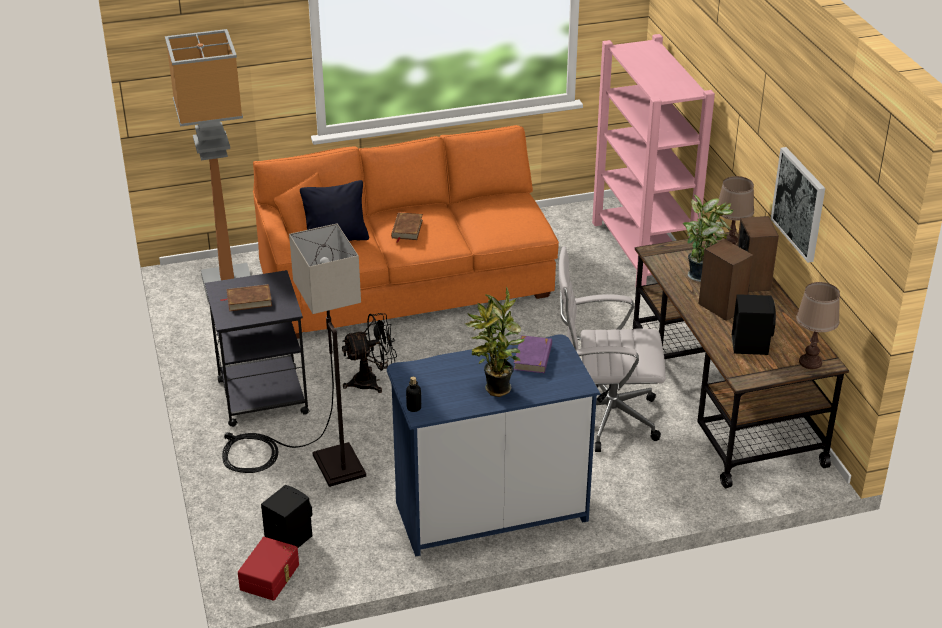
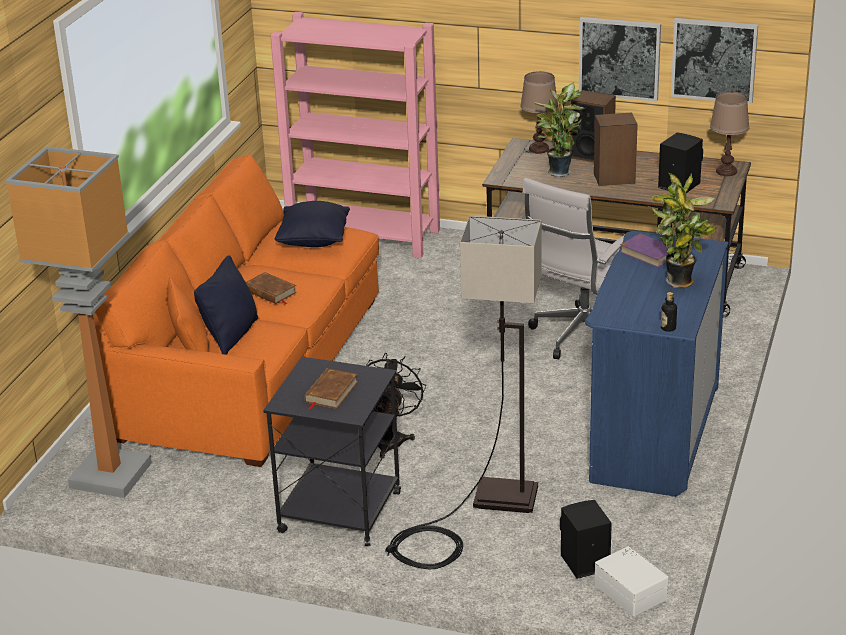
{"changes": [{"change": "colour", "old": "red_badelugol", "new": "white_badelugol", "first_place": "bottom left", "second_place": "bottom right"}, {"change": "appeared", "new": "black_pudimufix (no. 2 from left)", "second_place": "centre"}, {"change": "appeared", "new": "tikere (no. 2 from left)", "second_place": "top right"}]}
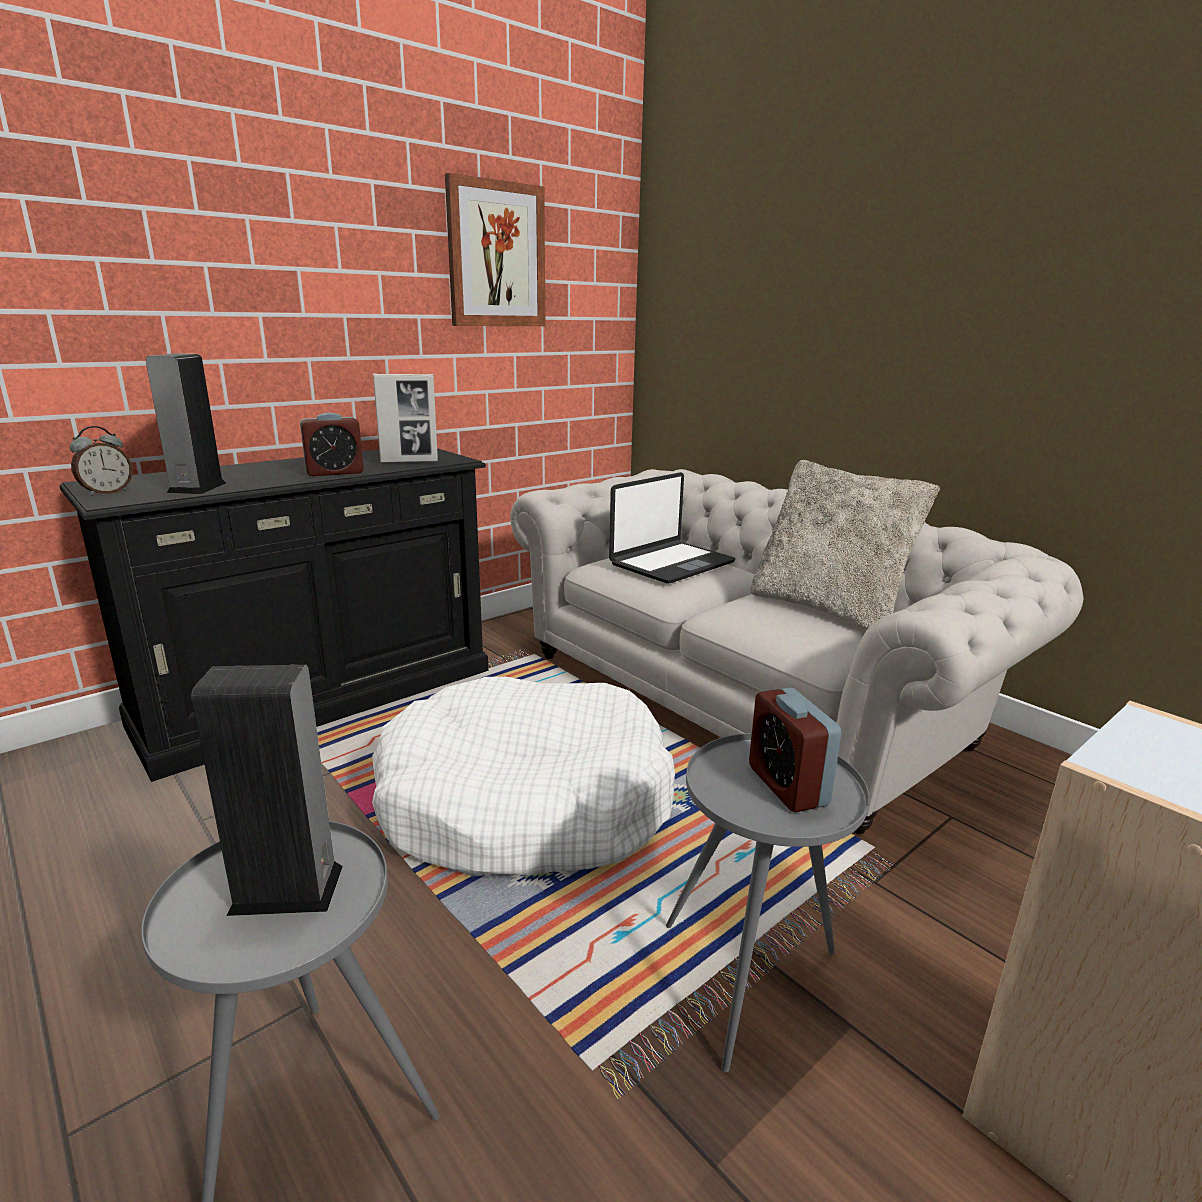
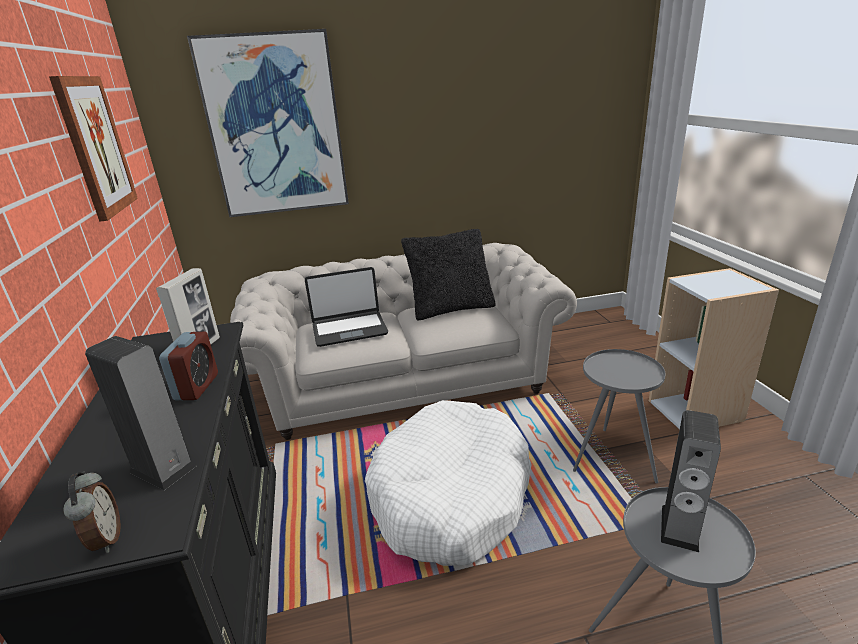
{"changes": [{"change": "spun", "old": "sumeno", "first_place": "centre", "second_place": "centre", "degrees": 90}, {"change": "missing", "old": "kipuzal (no. 3 from left)", "first_place": "centre"}, {"change": "colour", "old": "beige_pudimufix", "new": "black_pudimufix", "first_place": "middle right", "second_place": "centre"}, {"change": "appeared", "new": "tikere (no. 2 from left)", "second_place": "top left"}]}
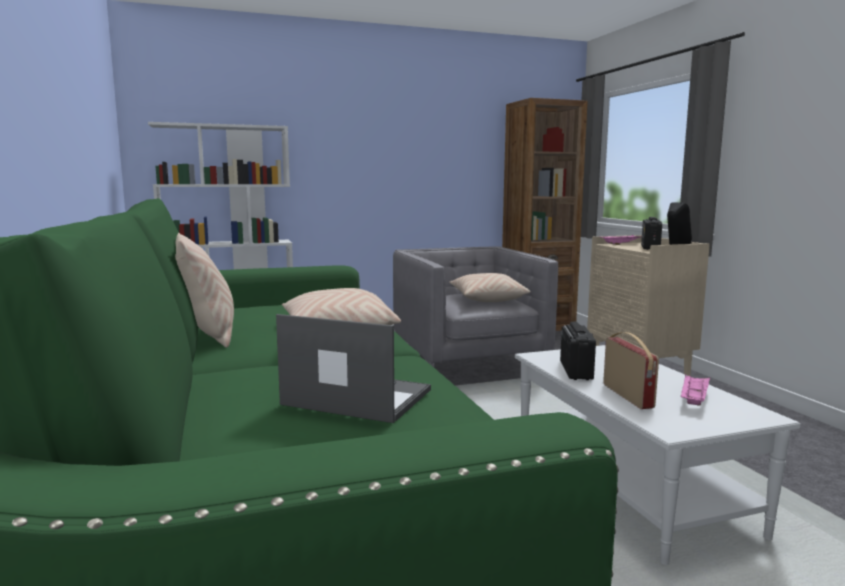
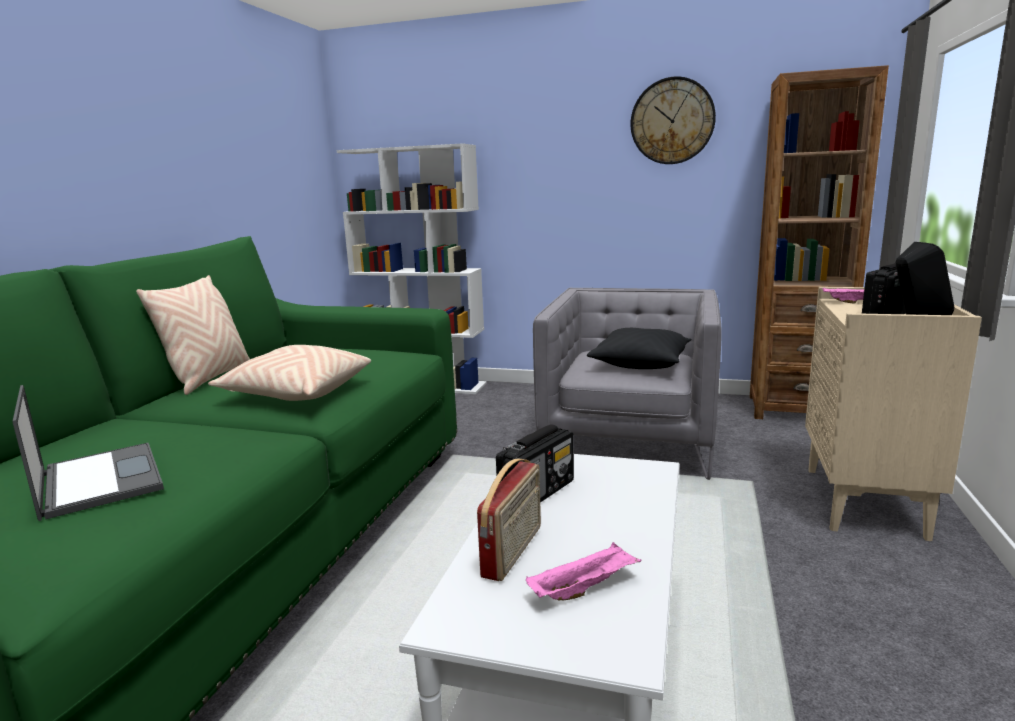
{"changes": [{"change": "colour", "old": "beige_pudimufix (no. 3 from left)", "new": "black_pudimufix", "first_place": "centre", "second_place": "centre"}, {"change": "appeared", "new": "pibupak", "second_place": "top centre"}]}
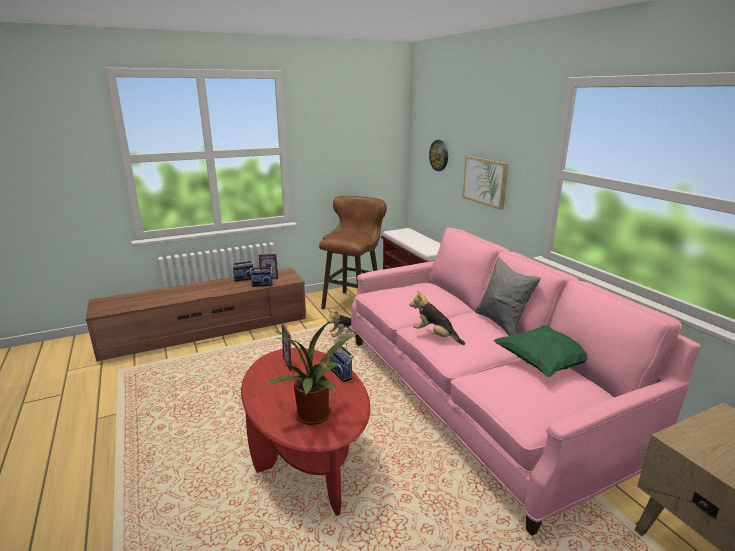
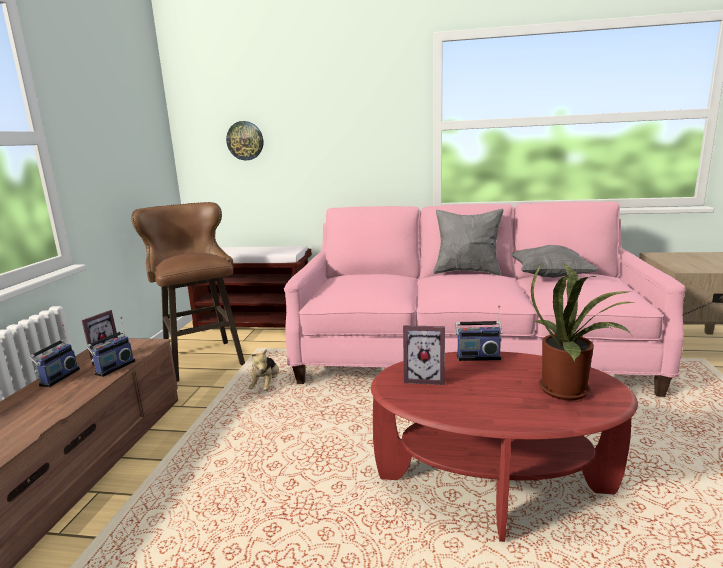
{"changes": [{"change": "missing", "old": "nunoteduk (no. 2 from left)", "first_place": "centre"}, {"change": "missing", "old": "tikere", "first_place": "top centre"}, {"change": "colour", "old": "green_pudimufix", "new": "grey_pudimufix (no. 2 from left)", "first_place": "middle right", "second_place": "middle right"}]}
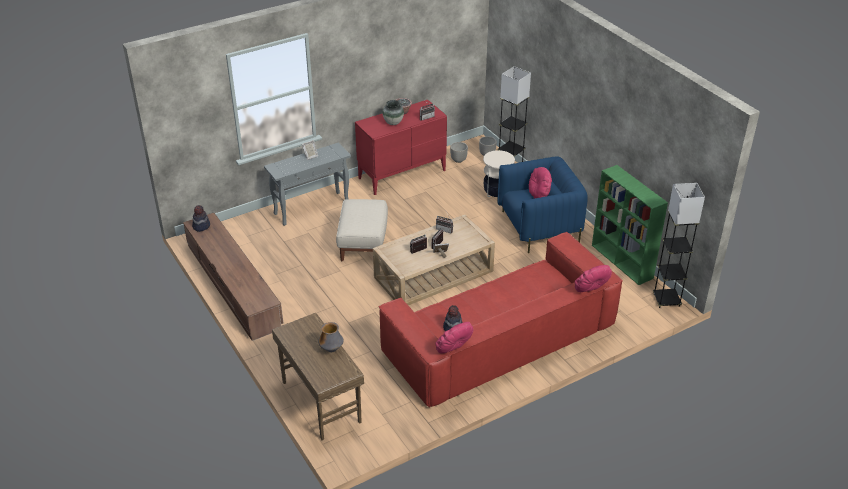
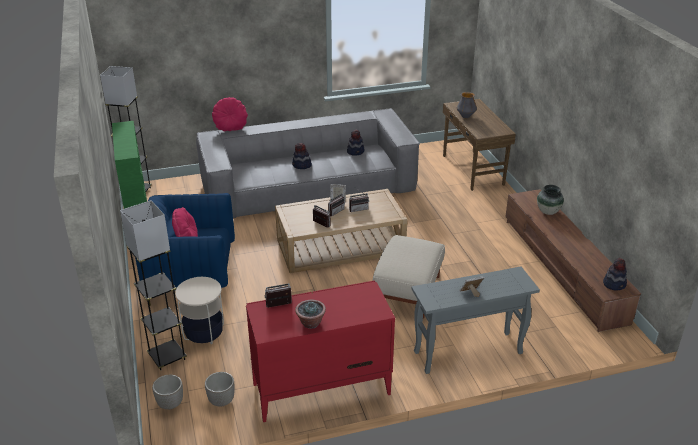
{"changes": [{"change": "colour", "old": "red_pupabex", "new": "grey_pupabex", "first_place": "centre", "second_place": "centre"}, {"change": "relocated", "old": "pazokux (no. 2 from left)", "first_place": "top centre", "second_place": "middle right"}, {"change": "missing", "old": "pink_pudimufix (no. 1 from left)", "first_place": "bottom centre"}, {"change": "appeared", "new": "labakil (no. 1 from left)", "second_place": "centre"}]}
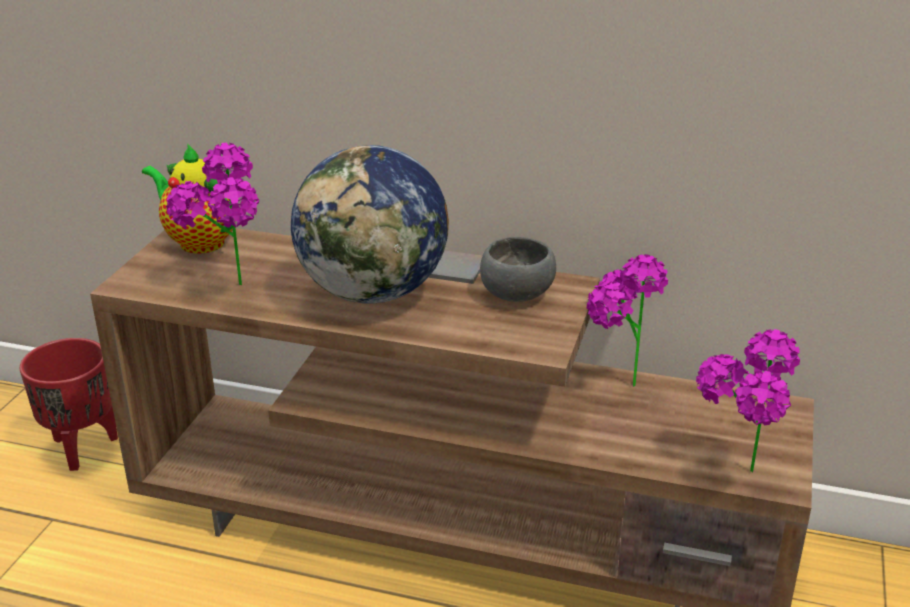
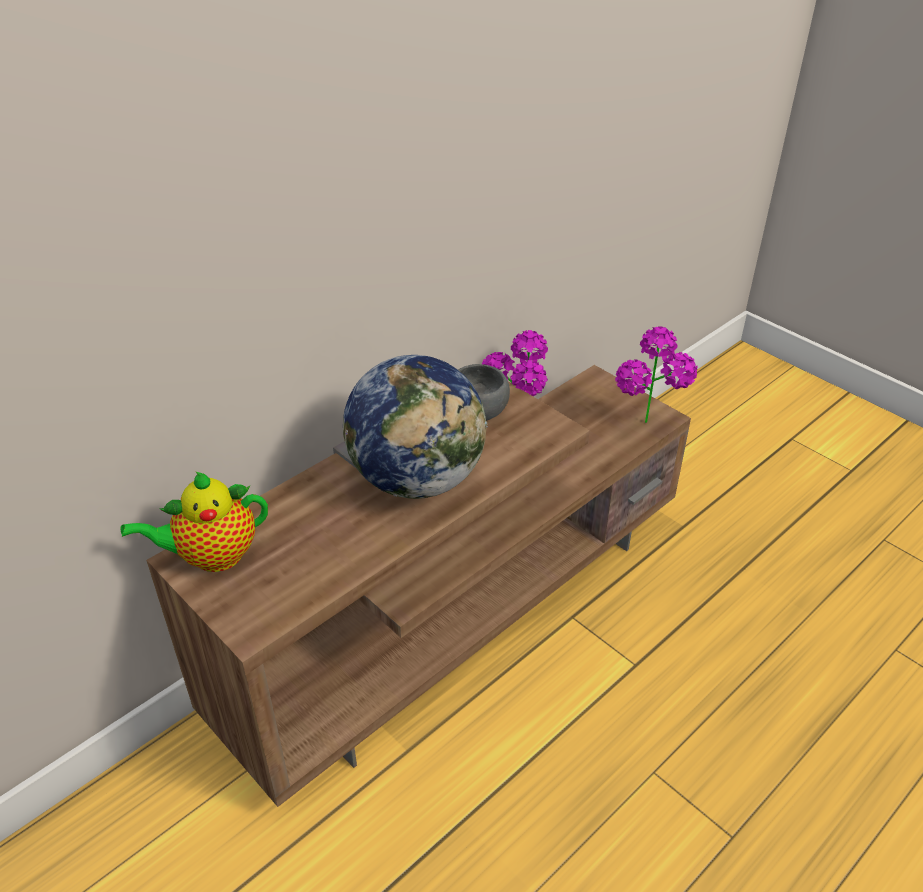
{"changes": [{"change": "missing", "old": "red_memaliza", "first_place": "middle left"}, {"change": "missing", "old": "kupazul (no. 1 from left)", "first_place": "middle left"}]}
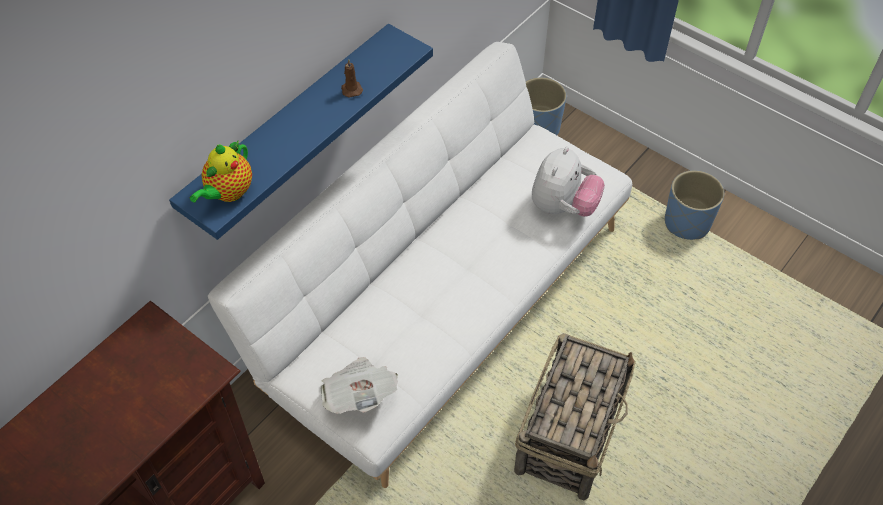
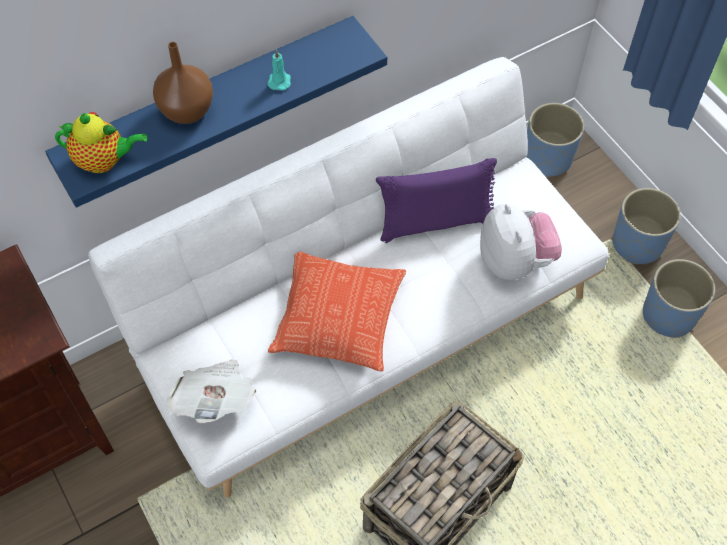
{"changes": [{"change": "spun", "old": "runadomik", "first_place": "middle left", "second_place": "top left", "degrees": -135}, {"change": "colour", "old": "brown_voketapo", "new": "turquoise_voketapo", "first_place": "top centre", "second_place": "top centre"}, {"change": "spun", "old": "nunoteduk", "first_place": "centre", "second_place": "middle right", "degrees": -60}, {"change": "appeared", "new": "brown_pazokux", "second_place": "top left"}, {"change": "appeared", "new": "orange_pudimufix", "second_place": "centre"}, {"change": "appeared", "new": "purple_pudimufix", "second_place": "centre"}, {"change": "appeared", "new": "blue_memaliza (no. 2 from left)", "second_place": "middle right"}]}
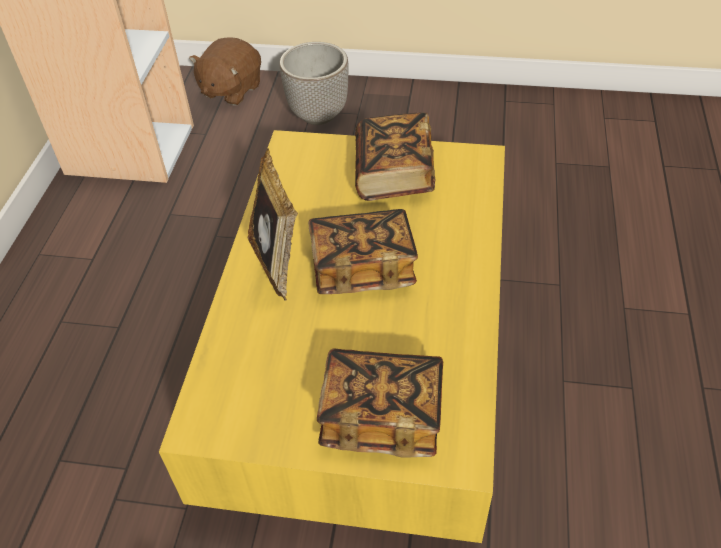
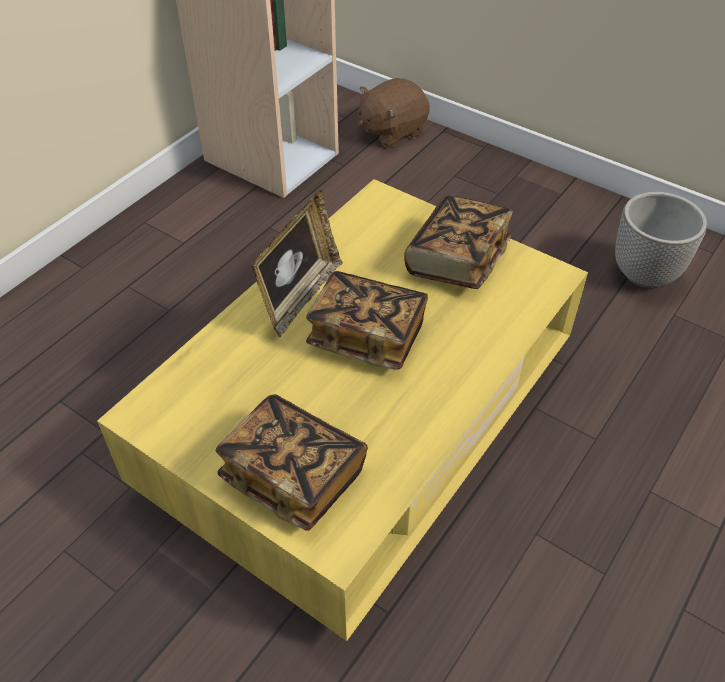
{"changes": [{"change": "relocated", "old": "memaliza", "first_place": "top centre", "second_place": "middle right"}]}
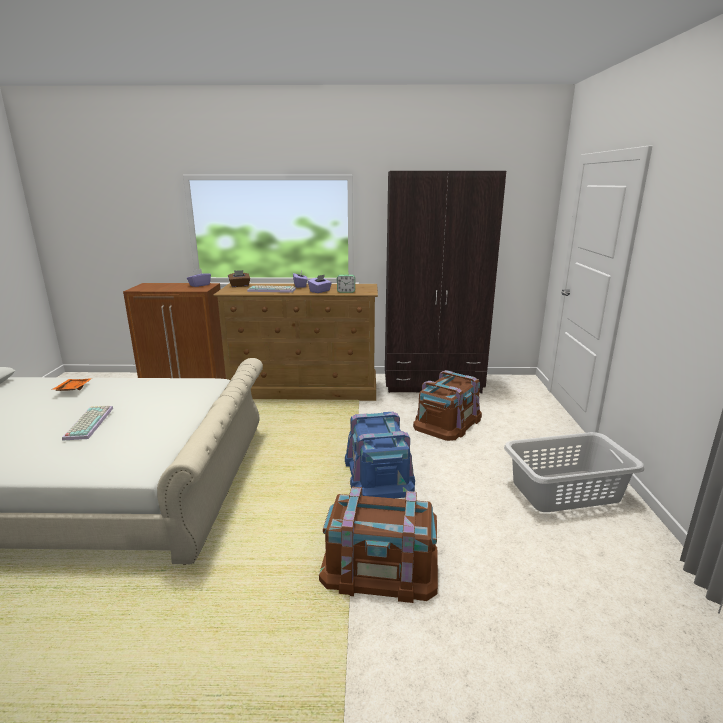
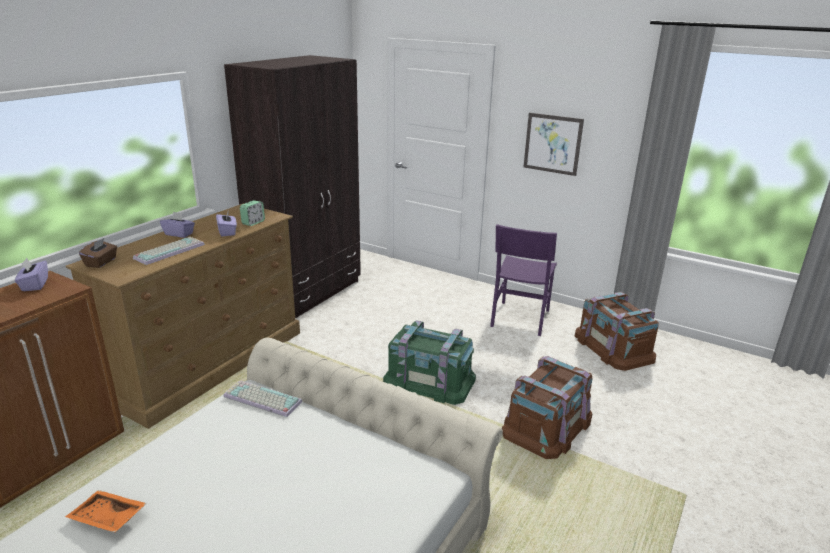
{"changes": [{"change": "relocated", "old": "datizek (no. 1 from left in the first image)", "new": "datizek (no. 2 from left)", "first_place": "middle left", "second_place": "bottom left"}, {"change": "colour", "old": "blue_badelugol", "new": "green_badelugol", "first_place": "centre", "second_place": "centre"}, {"change": "relocated", "old": "brown_badelugol (no. 2 from left)", "first_place": "centre", "second_place": "middle right"}, {"change": "exchanged", "old": "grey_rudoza", "new": "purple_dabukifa", "first_place": "middle right", "second_place": "centre"}, {"change": "appeared", "new": "tikere", "second_place": "top centre"}]}
